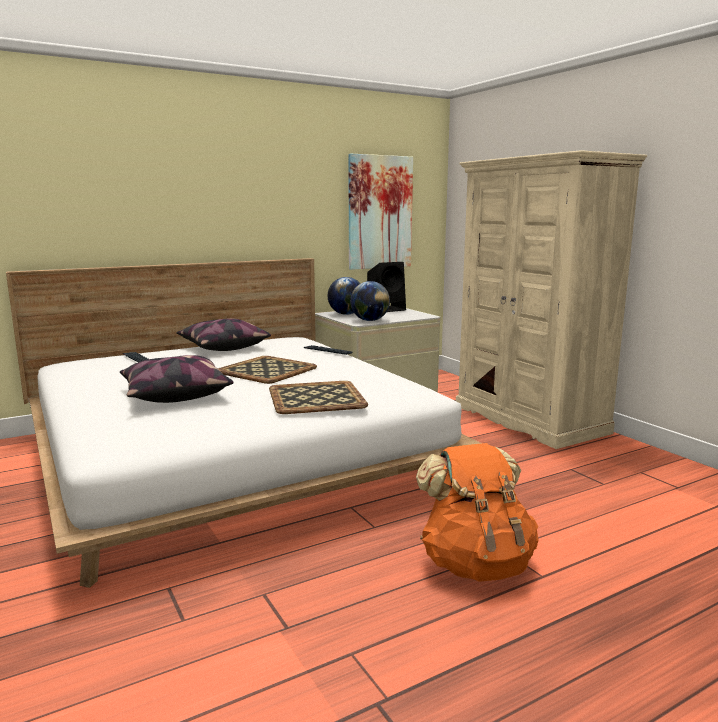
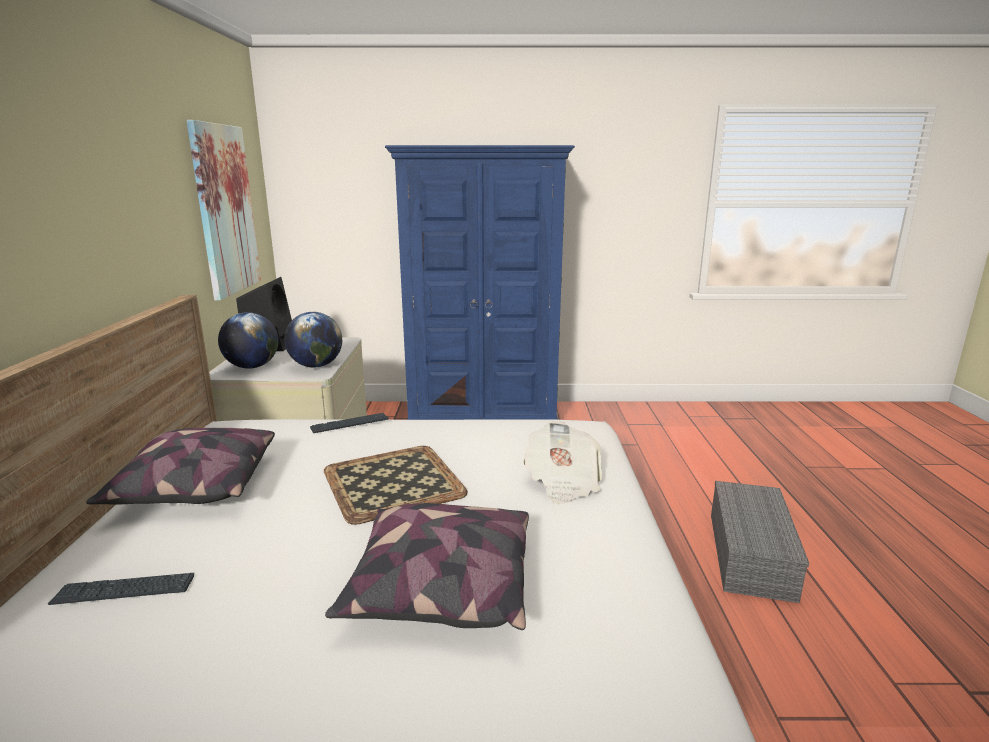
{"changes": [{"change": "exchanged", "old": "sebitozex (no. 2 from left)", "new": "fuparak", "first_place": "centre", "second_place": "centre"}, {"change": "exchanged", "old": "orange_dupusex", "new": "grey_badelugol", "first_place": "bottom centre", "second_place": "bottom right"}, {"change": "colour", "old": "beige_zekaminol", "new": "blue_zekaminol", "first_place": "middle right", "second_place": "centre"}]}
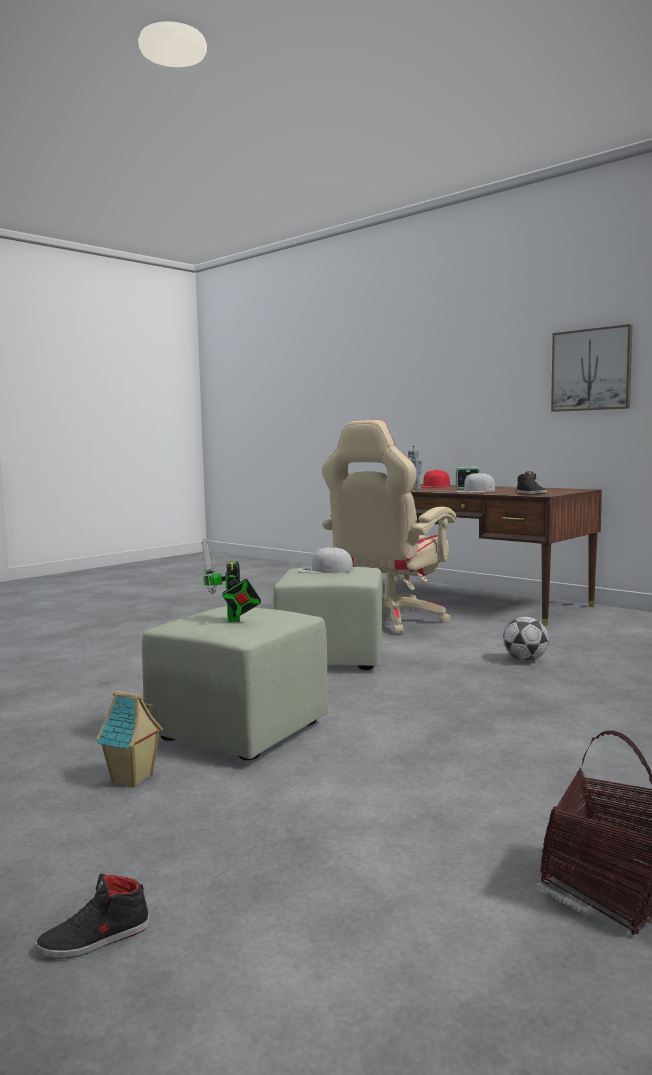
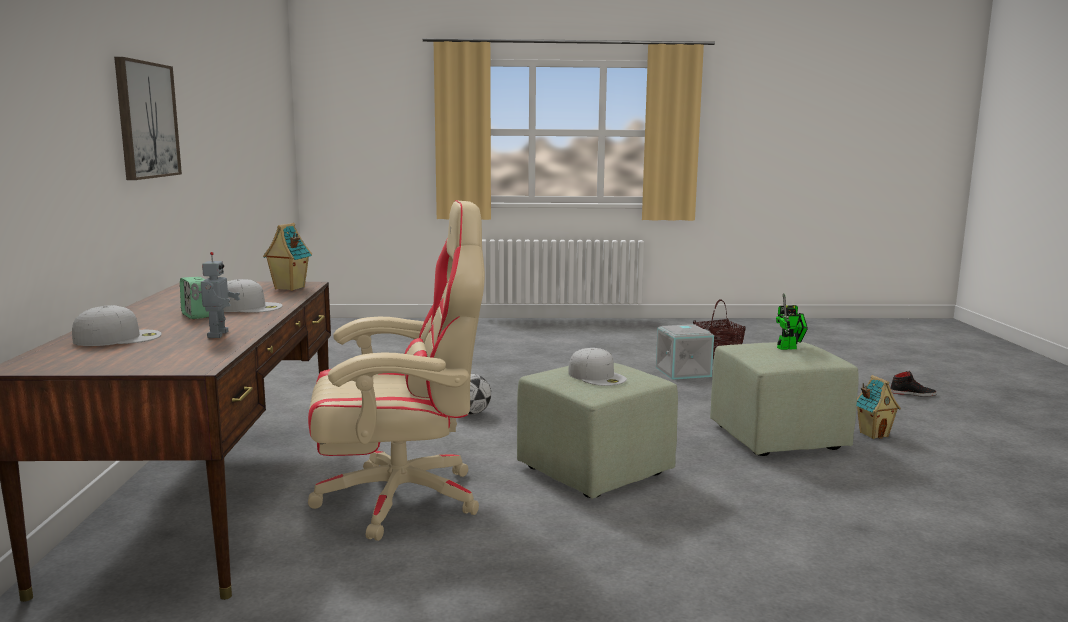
{"changes": [{"change": "spun", "old": "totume (no. 1 from left in the first image)", "first_place": "centre", "second_place": "middle right", "degrees": 45}, {"change": "colour", "old": "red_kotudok", "new": "white_kotudok (no. 1 from left)", "first_place": "middle right", "second_place": "middle left"}, {"change": "exchanged", "old": "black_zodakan (no. 2 from left)", "new": "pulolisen (no. 1 from left)", "first_place": "middle right", "second_place": "middle left"}, {"change": "appeared", "new": "grey_badelugol", "second_place": "centre"}]}
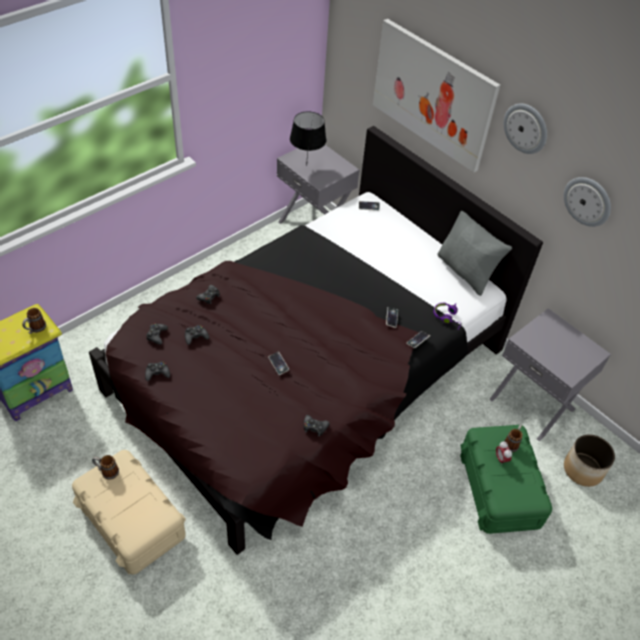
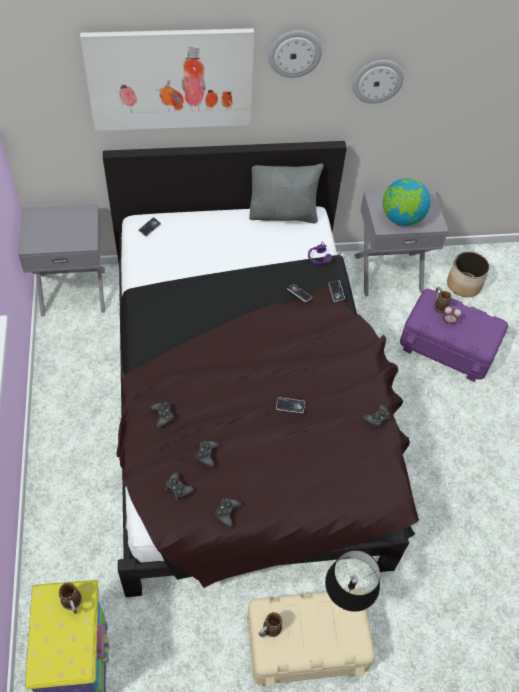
{"changes": [{"change": "relocated", "old": "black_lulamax", "first_place": "top centre", "second_place": "bottom right"}, {"change": "colour", "old": "green_badelugol", "new": "purple_badelugol", "first_place": "bottom right", "second_place": "middle right"}, {"change": "appeared", "new": "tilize", "second_place": "top right"}]}
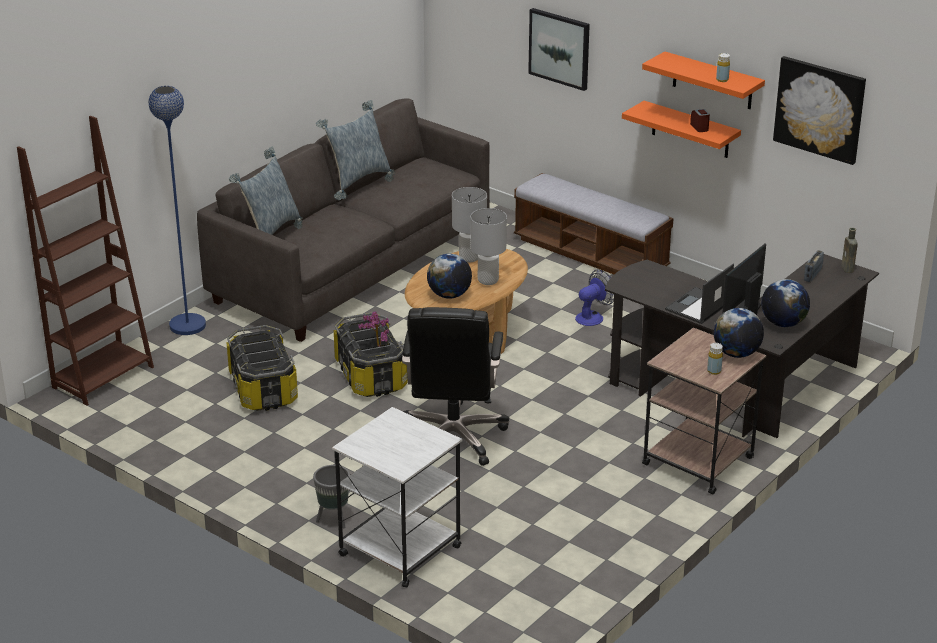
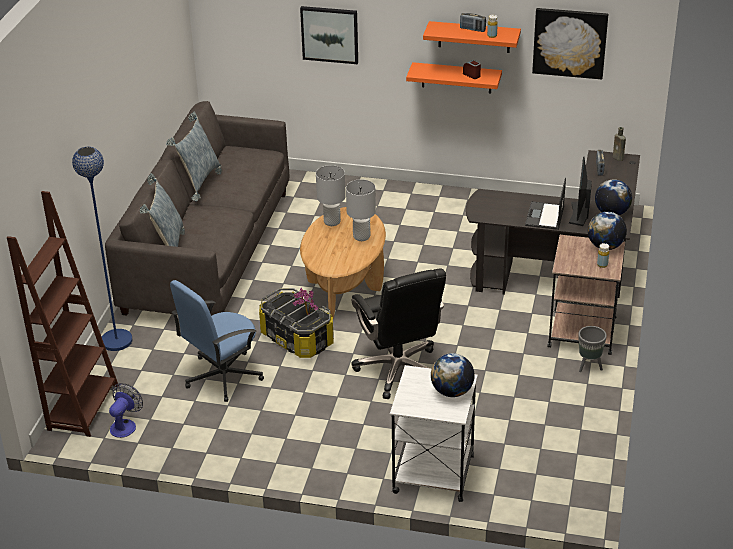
{"changes": [{"change": "exchanged", "old": "badelugol (no. 1 from left)", "new": "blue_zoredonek", "first_place": "middle left", "second_place": "middle left"}, {"change": "relocated", "old": "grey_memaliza", "first_place": "bottom centre", "second_place": "middle right"}, {"change": "relocated", "old": "tilize (no. 1 from left)", "first_place": "centre", "second_place": "bottom centre"}, {"change": "missing", "old": "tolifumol", "first_place": "centre"}, {"change": "relocated", "old": "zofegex", "first_place": "centre", "second_place": "bottom left"}, {"change": "appeared", "new": "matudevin (no. 1 from left)", "second_place": "top centre"}]}
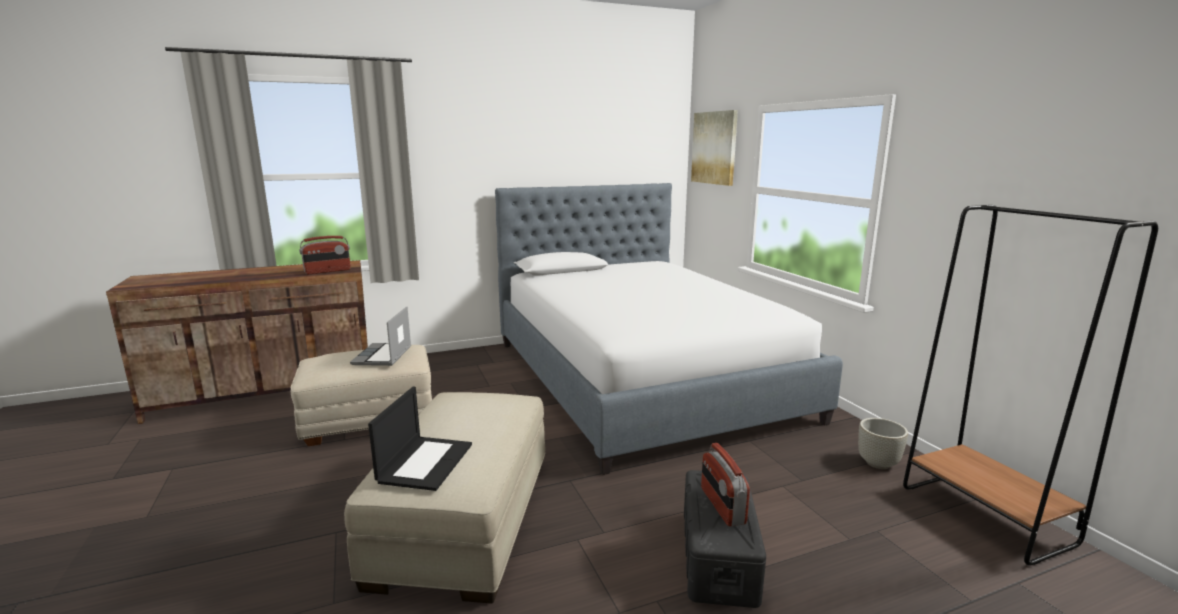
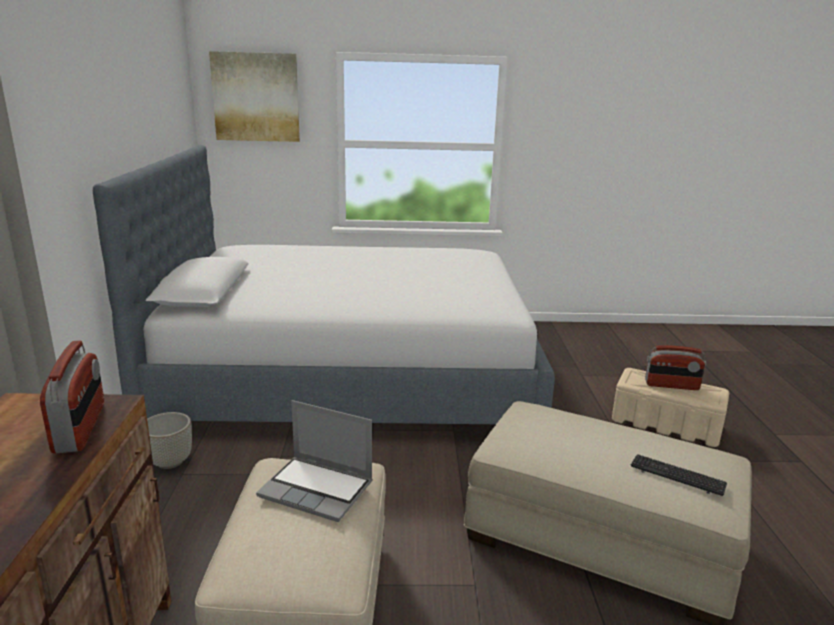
{"changes": [{"change": "exchanged", "old": "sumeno (no. 2 from left)", "new": "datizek", "first_place": "bottom centre", "second_place": "bottom right"}, {"change": "colour", "old": "black_badelugol", "new": "beige_badelugol", "first_place": "bottom centre", "second_place": "middle right"}, {"change": "relocated", "old": "grey_memaliza", "first_place": "bottom right", "second_place": "bottom left"}, {"change": "missing", "old": "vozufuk", "first_place": "middle right"}]}
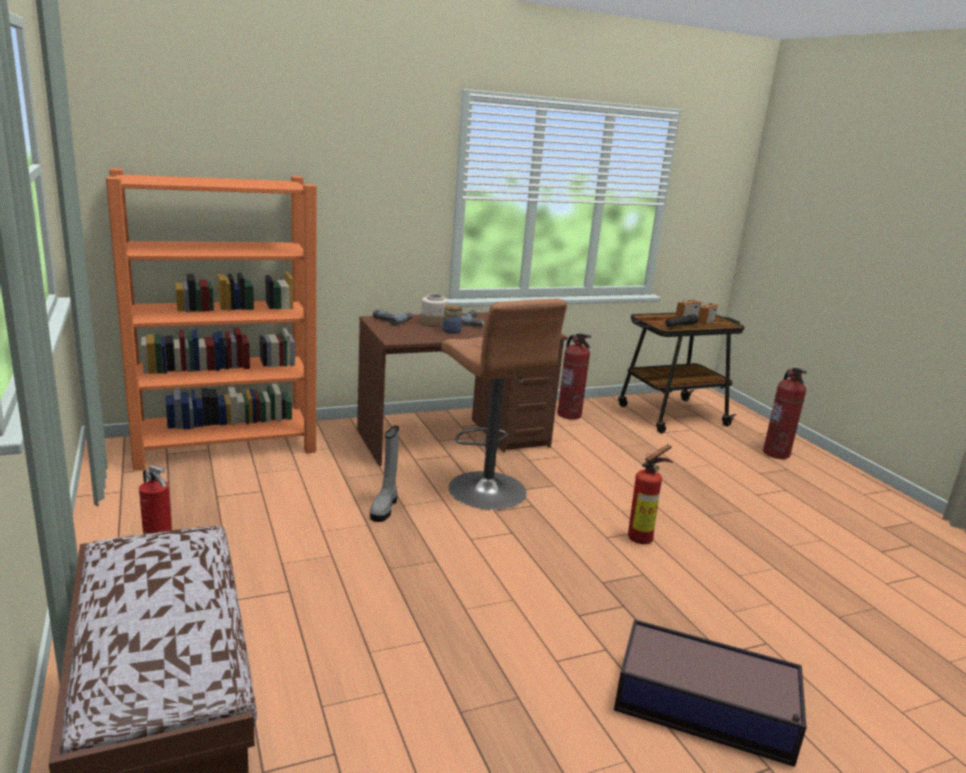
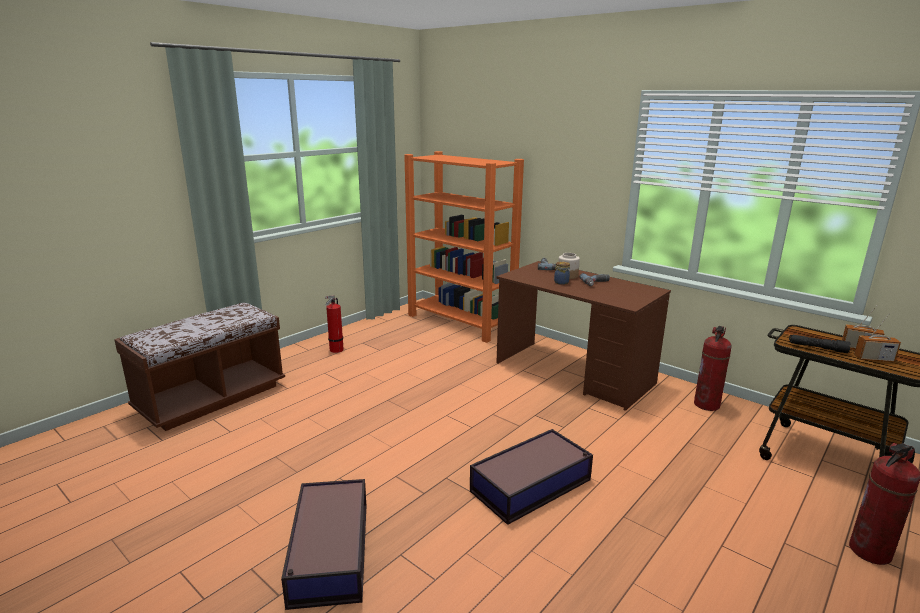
{"changes": [{"change": "missing", "old": "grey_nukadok", "first_place": "centre"}, {"change": "missing", "old": "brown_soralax", "first_place": "centre"}, {"change": "exchanged", "old": "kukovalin (no. 3 from left)", "new": "badelugol (no. 2 from left)", "first_place": "middle right", "second_place": "bottom centre"}]}
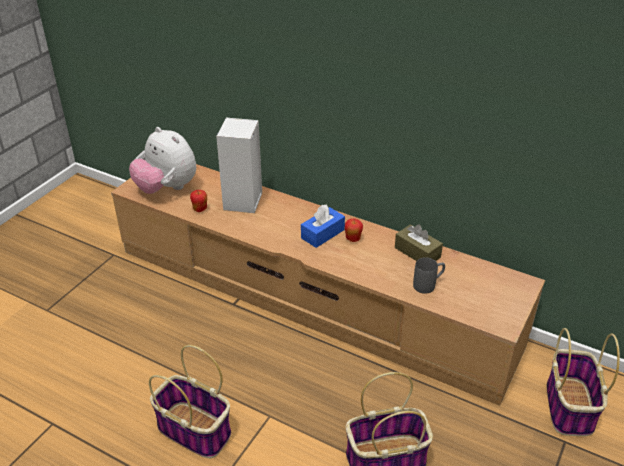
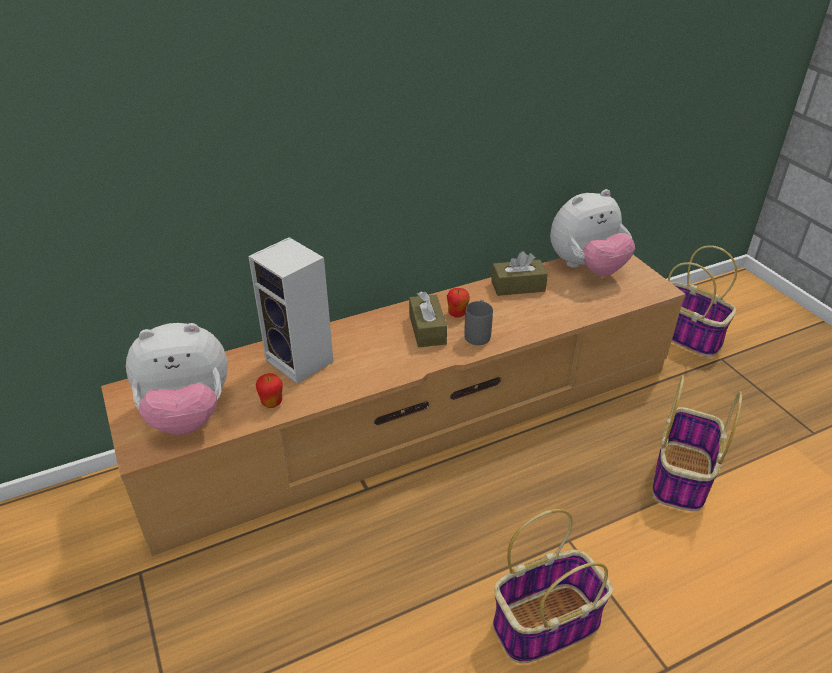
{"changes": [{"change": "colour", "old": "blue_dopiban", "new": "brown_dopiban (no. 1 from left)", "first_place": "centre", "second_place": "centre"}, {"change": "relocated", "old": "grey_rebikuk", "first_place": "middle right", "second_place": "centre"}, {"change": "appeared", "new": "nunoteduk (no. 2 from left)", "second_place": "middle right"}]}
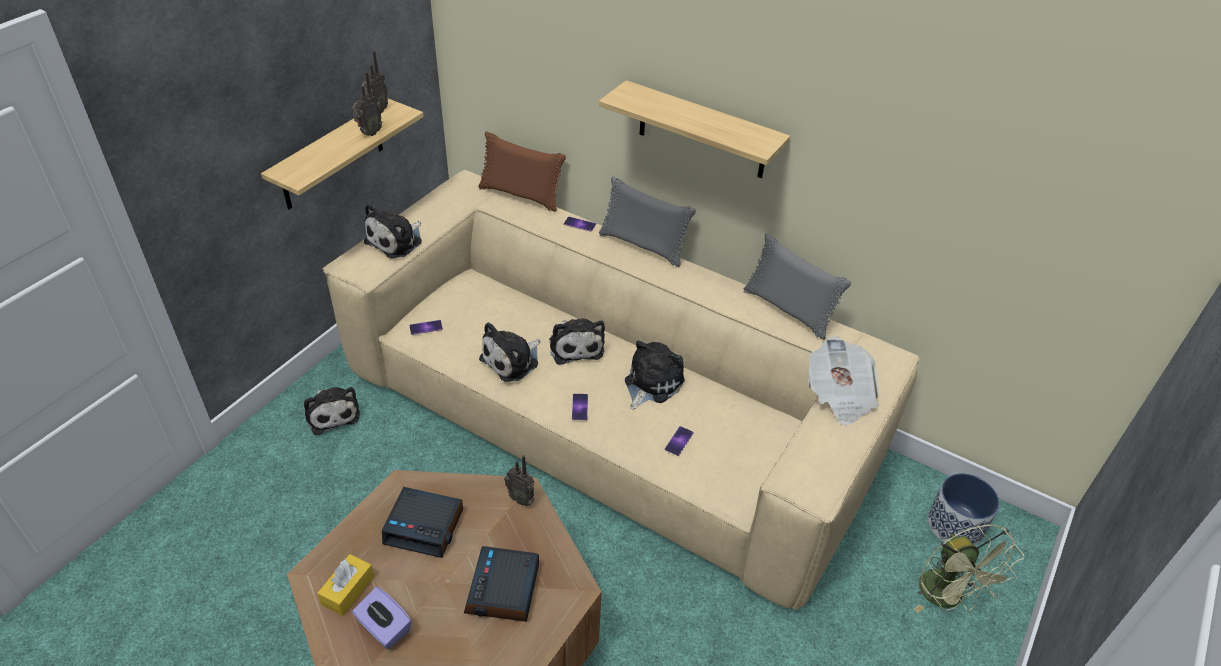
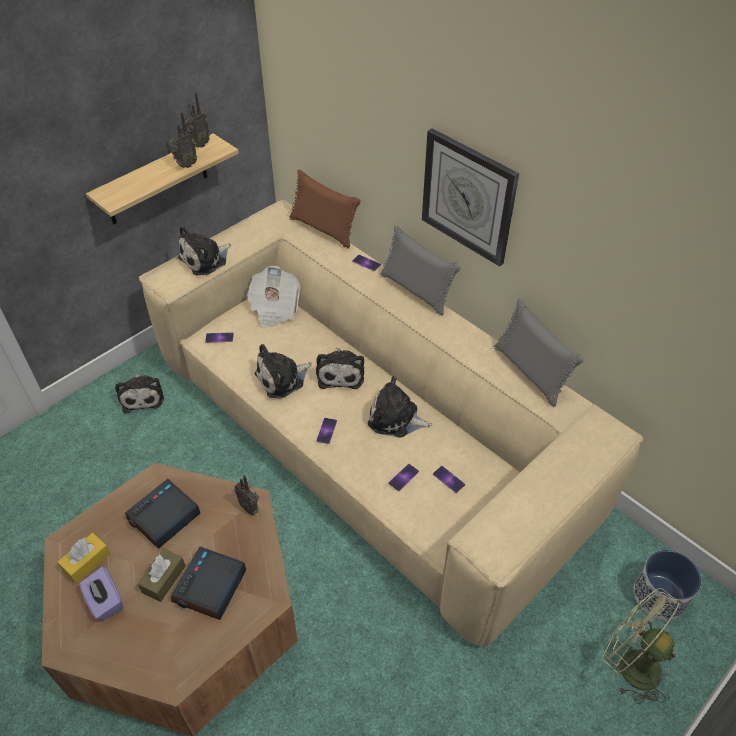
{"changes": [{"change": "spun", "old": "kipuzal (no. 1 from left)", "first_place": "bottom centre", "second_place": "bottom left", "degrees": 105}, {"change": "exchanged", "old": "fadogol (no. 2 from left)", "new": "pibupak", "first_place": "top centre", "second_place": "top centre"}, {"change": "spun", "old": "nunoteduk (no. 5 from left)", "first_place": "centre", "second_place": "centre", "degrees": -120}, {"change": "relocated", "old": "fuparak", "first_place": "middle right", "second_place": "centre"}, {"change": "spun", "old": "green_zofegex", "first_place": "bottom right", "second_place": "bottom right", "degrees": 135}, {"change": "appeared", "new": "brown_dopiban", "second_place": "bottom left"}, {"change": "appeared", "new": "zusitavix (no. 5 from left)", "second_place": "centre"}]}
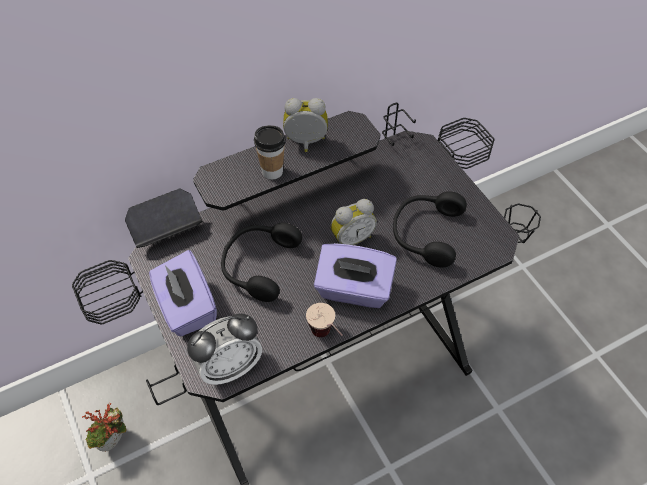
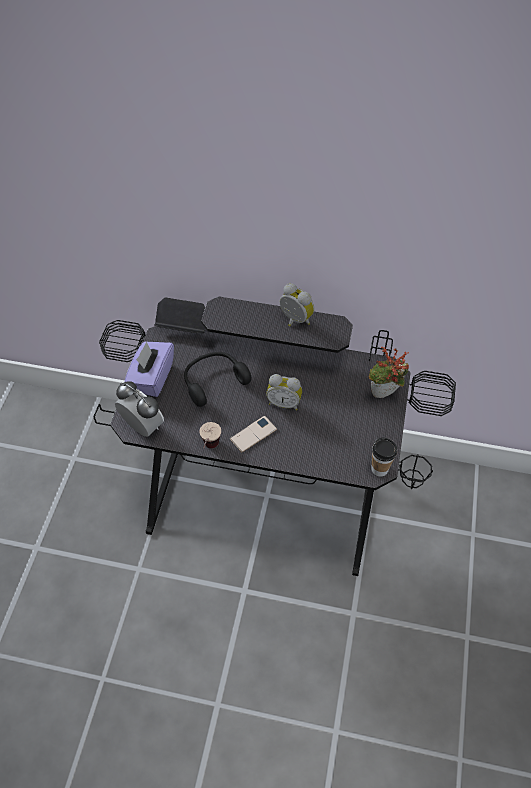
{"changes": [{"change": "relocated", "old": "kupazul", "first_place": "bottom left", "second_place": "middle right"}, {"change": "spun", "old": "kipuzal (no. 1 from left)", "first_place": "bottom centre", "second_place": "middle left", "degrees": -150}, {"change": "relocated", "old": "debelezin (no. 1 from left in the first image)", "new": "debelezin (no. 2 from left)", "first_place": "top centre", "second_place": "middle right"}, {"change": "exchanged", "old": "purple_dopiban (no. 2 from left)", "new": "zusitavix", "first_place": "centre", "second_place": "centre"}, {"change": "missing", "old": "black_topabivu (no. 2 from left)", "first_place": "centre"}]}
